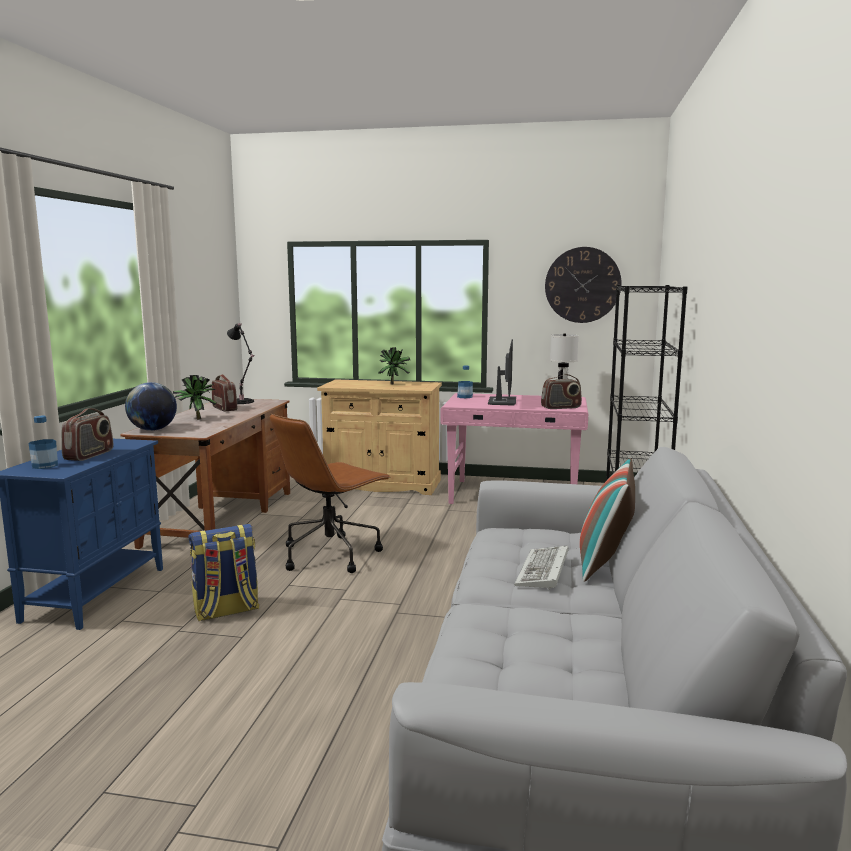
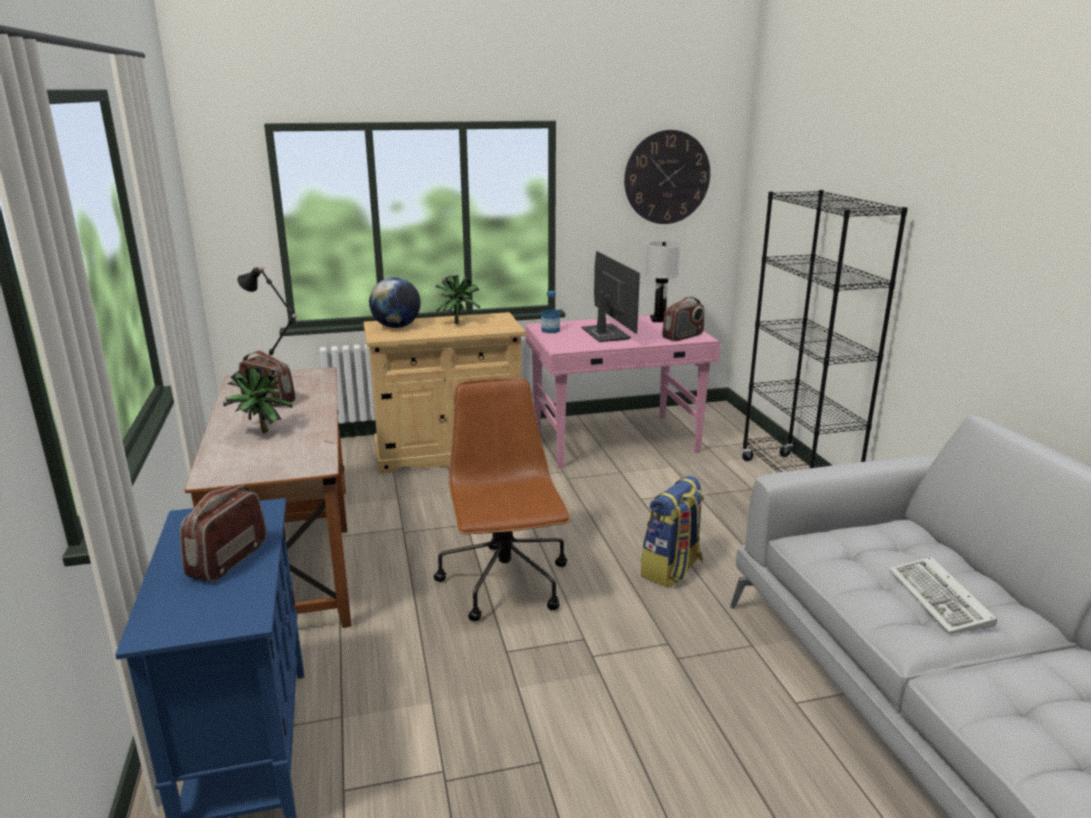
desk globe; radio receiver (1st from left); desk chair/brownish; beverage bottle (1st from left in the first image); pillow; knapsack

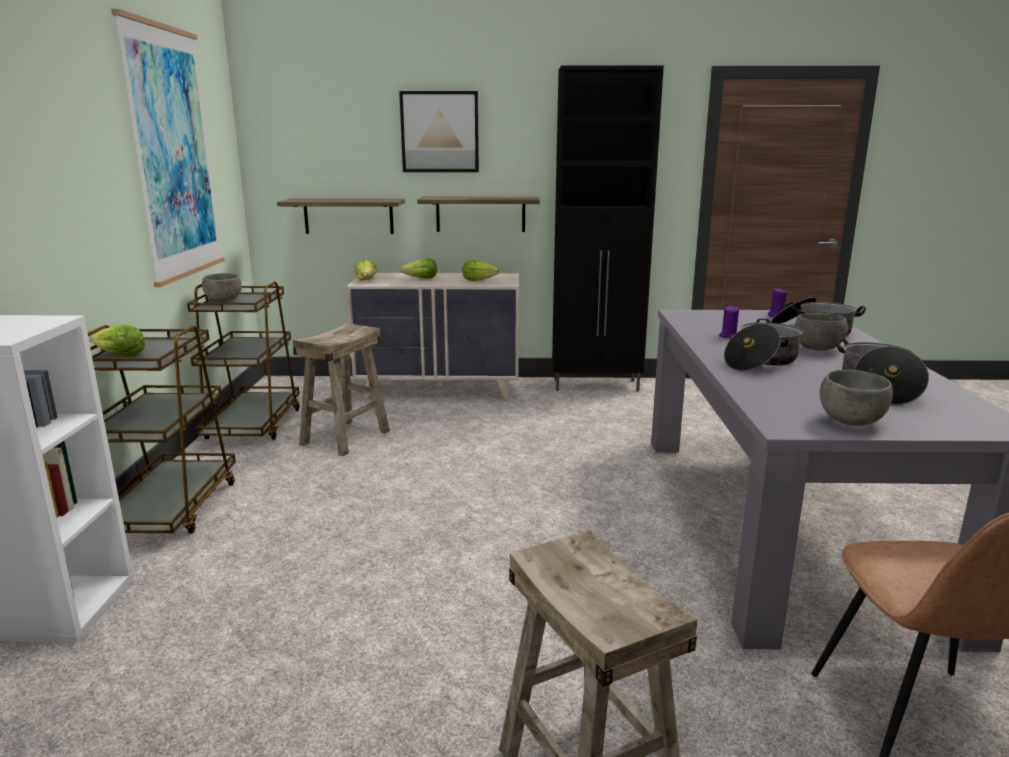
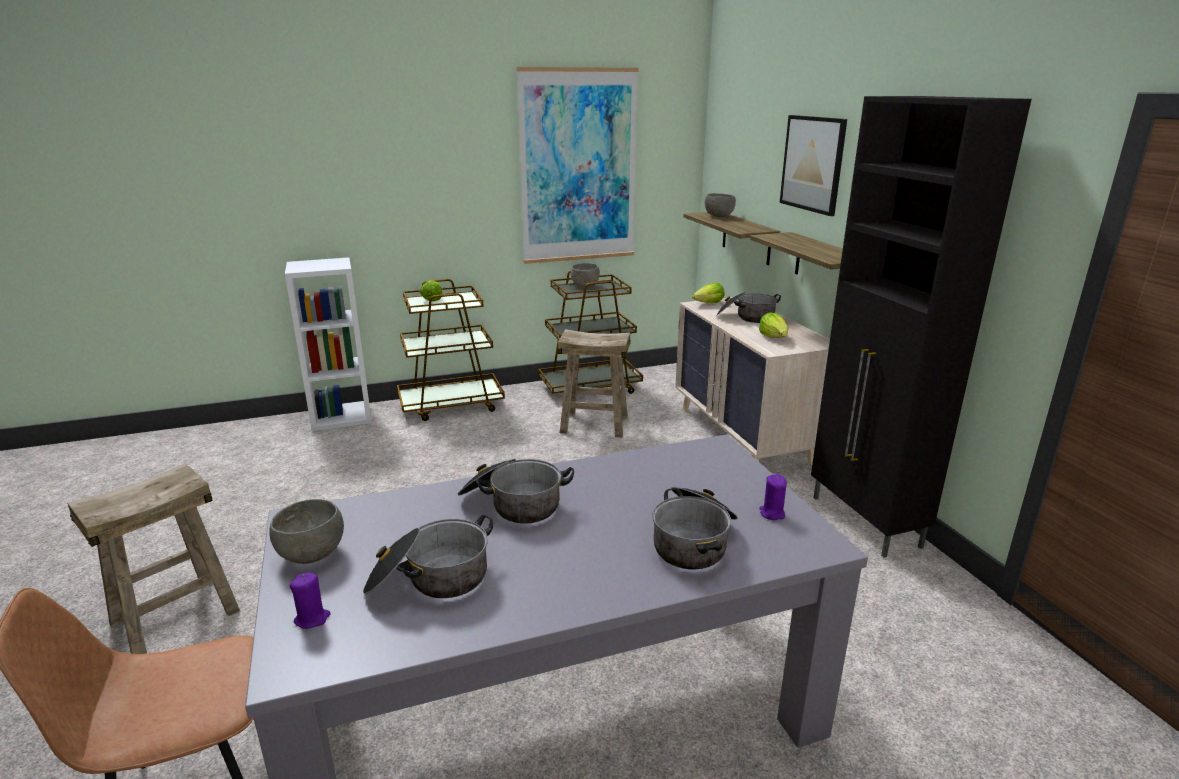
cooking pot (4th from left); wax light/purple-coloured (1st from left); serving bowl/gray (3rd from left)

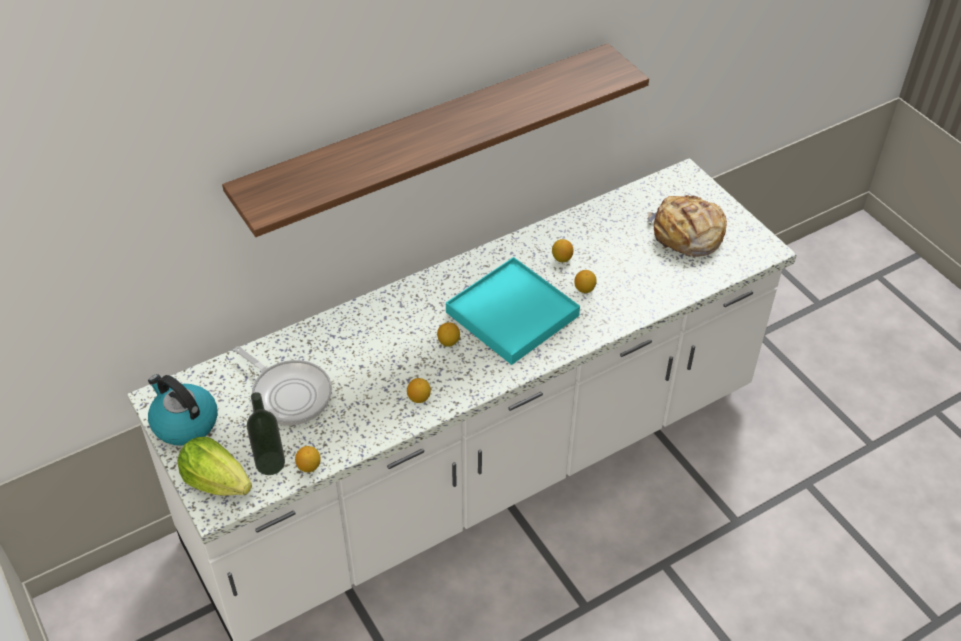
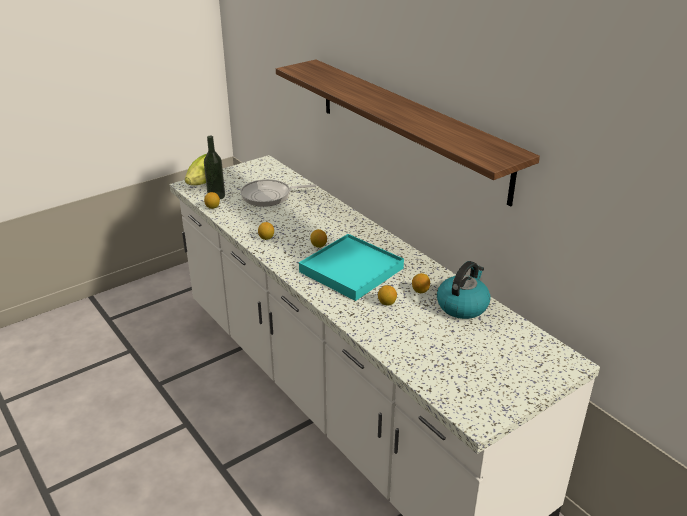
bakery bread; pan; tea kettle

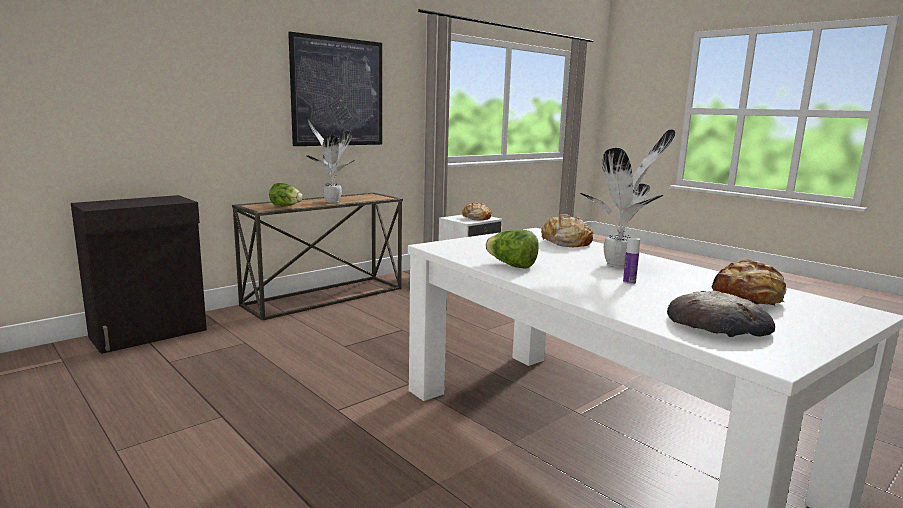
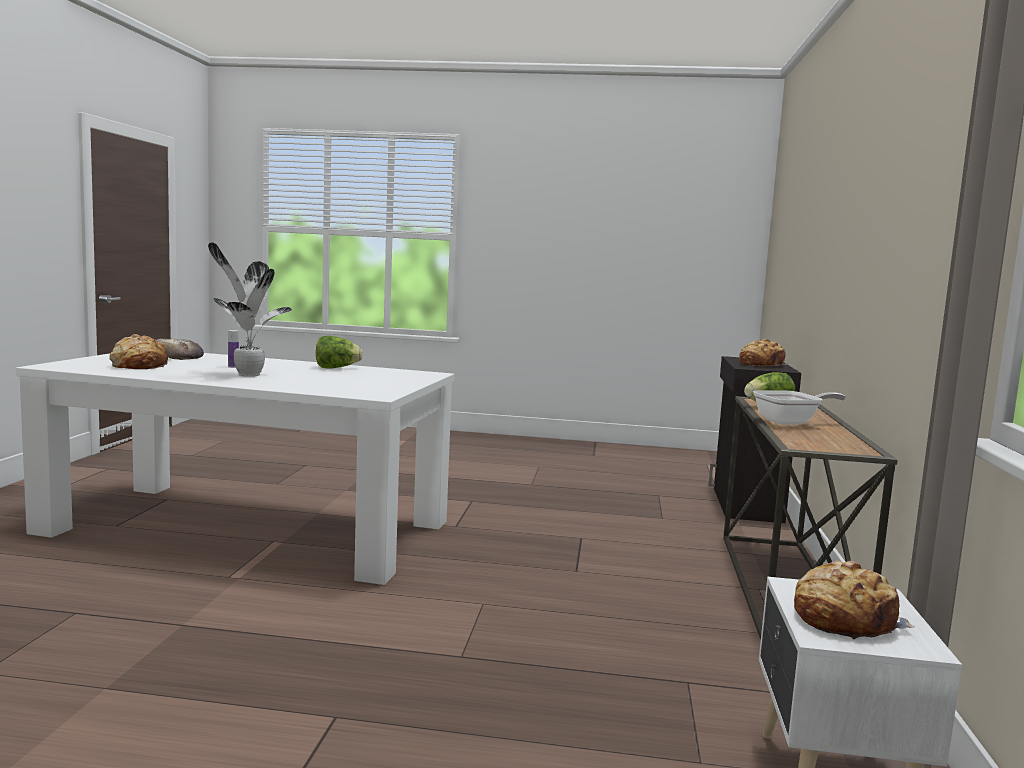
wall picture; pan; bakery bread (3rd from left)

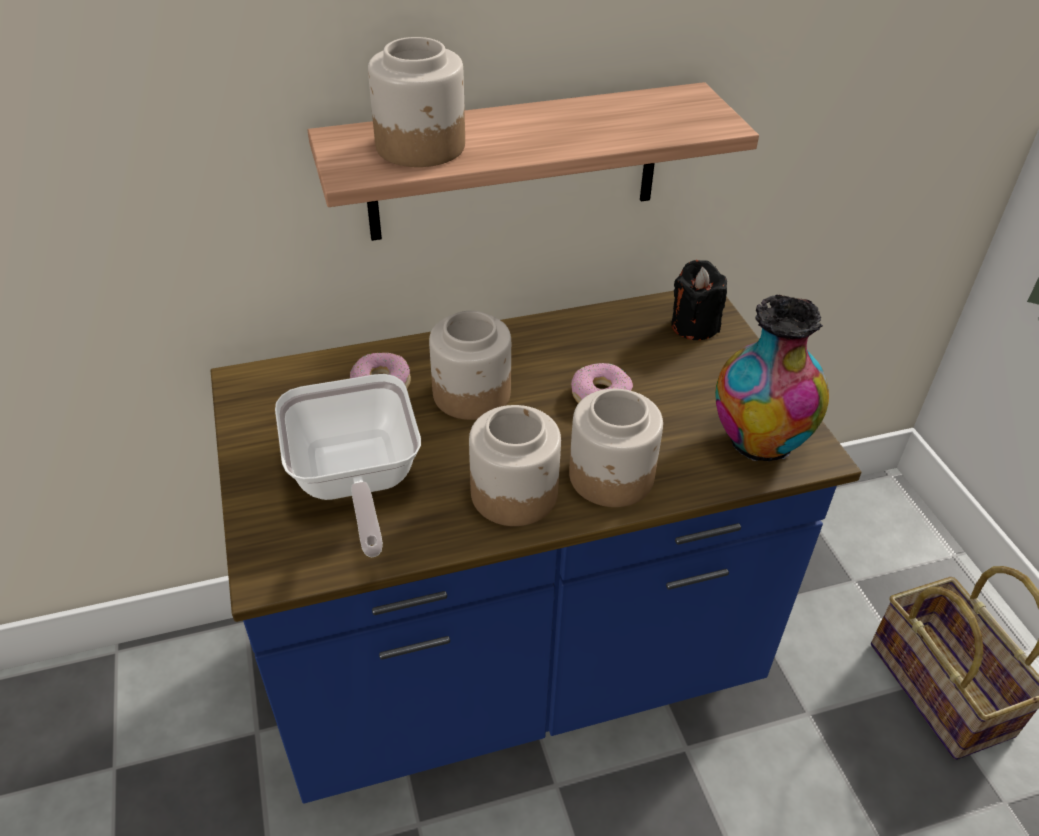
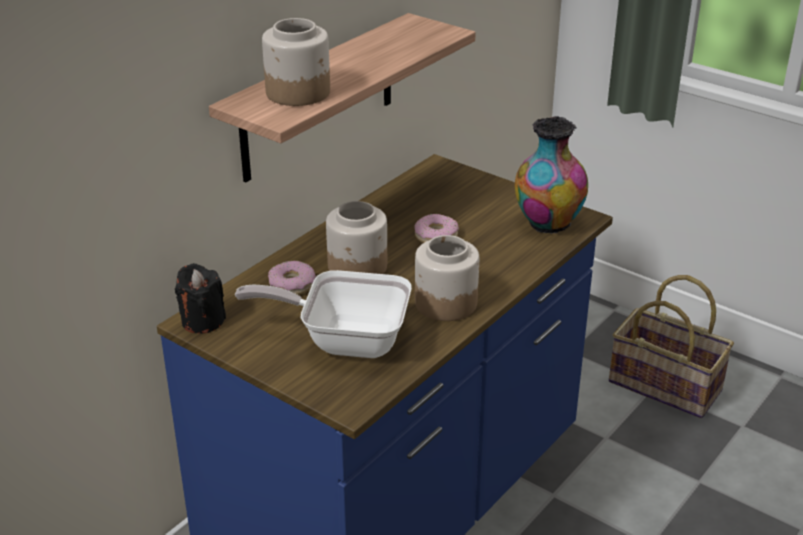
wax light/black; pan; storage jar (4th from left in the first image)

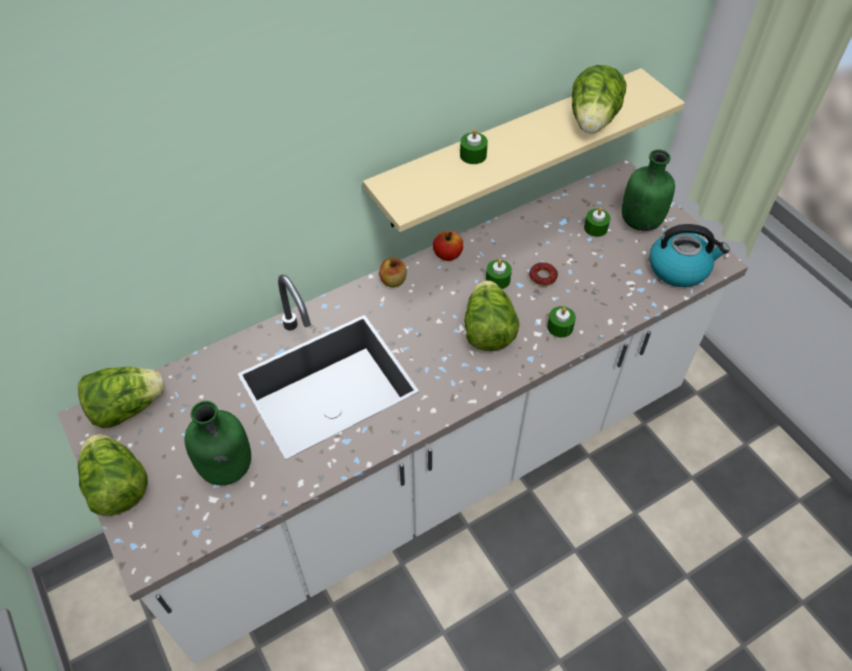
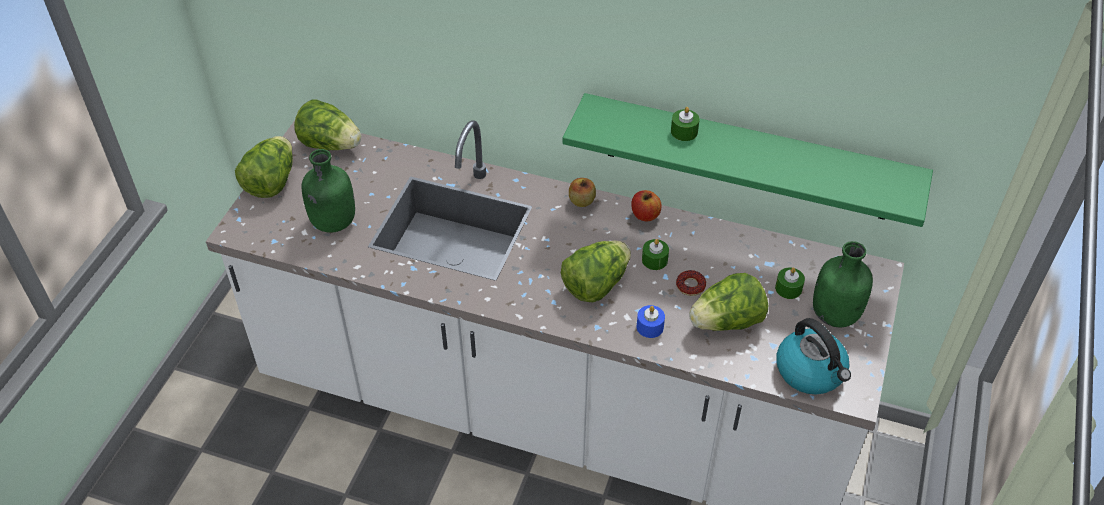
head of lettuce (4th from left); shelf/greenish; wax light/blue-coloured

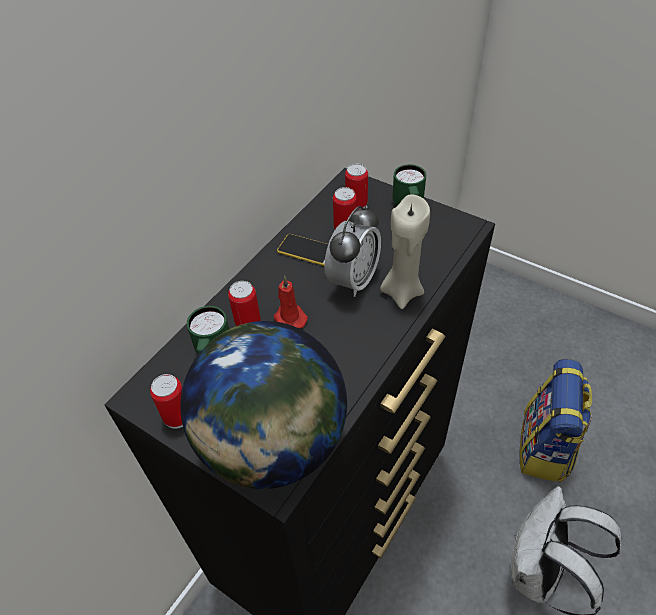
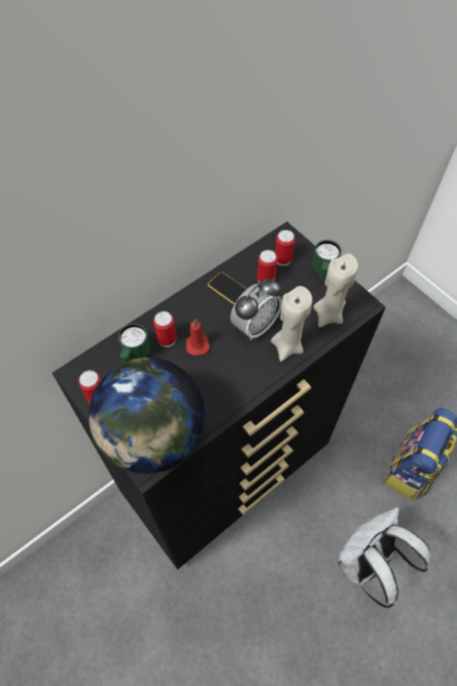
wax light/beige (2nd from left)

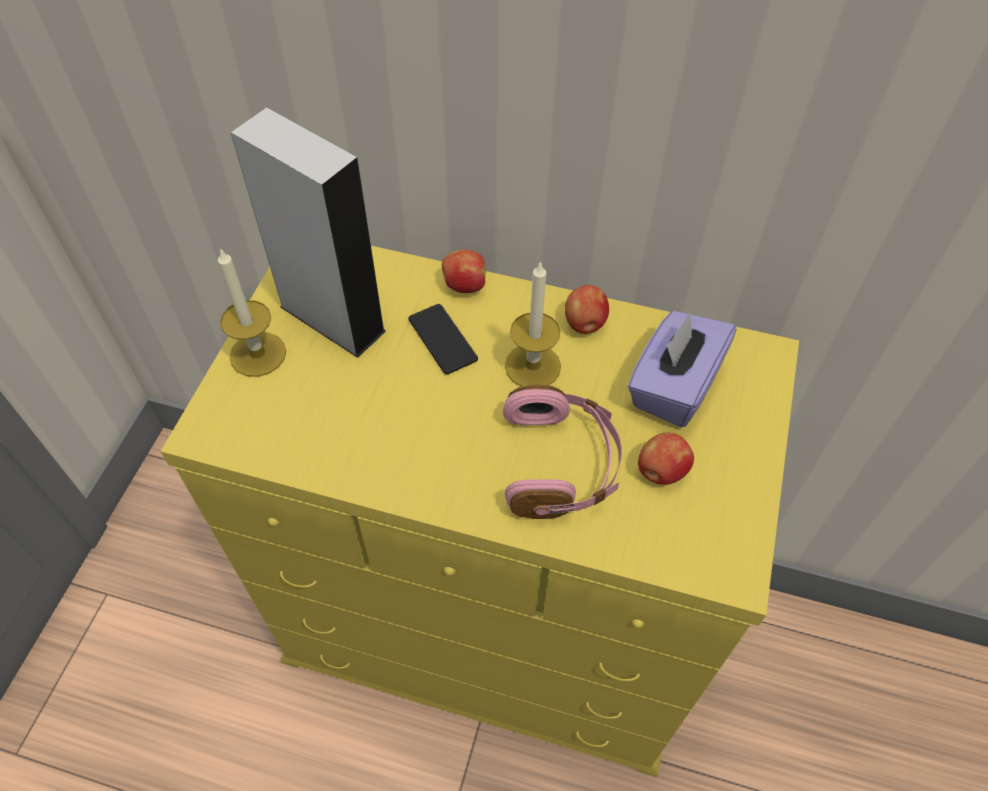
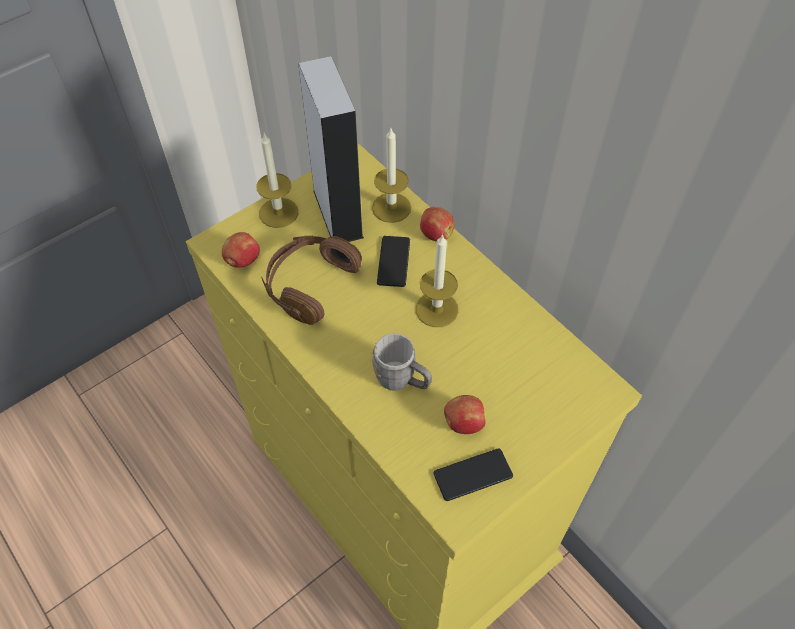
whole apple (1st from left); tissue holder/purple-coloured; mug/gray; wax light (2nd from left); pair of headphones/brownish; phone (2nd from left)

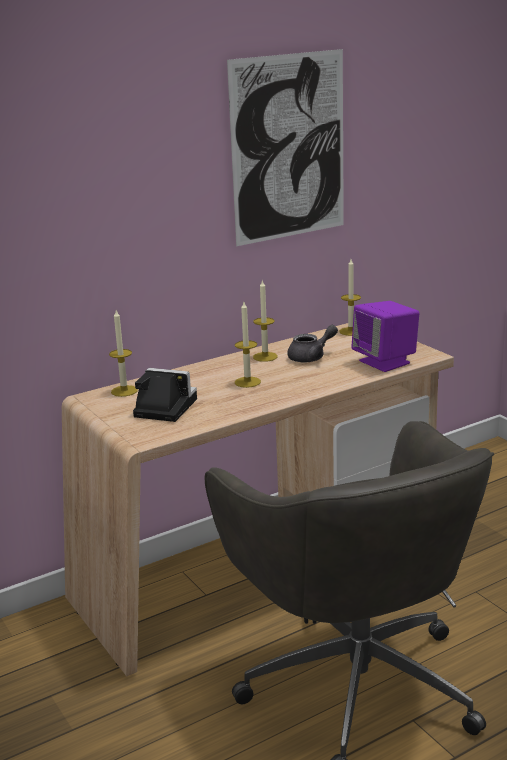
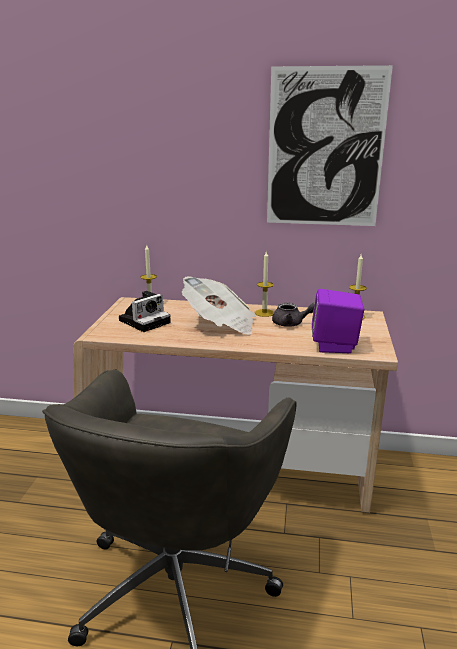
daily paper; still camera

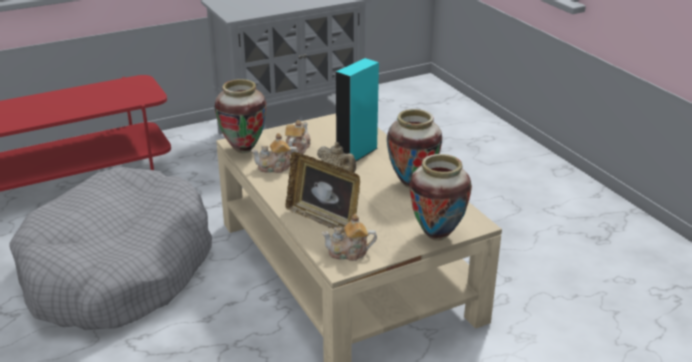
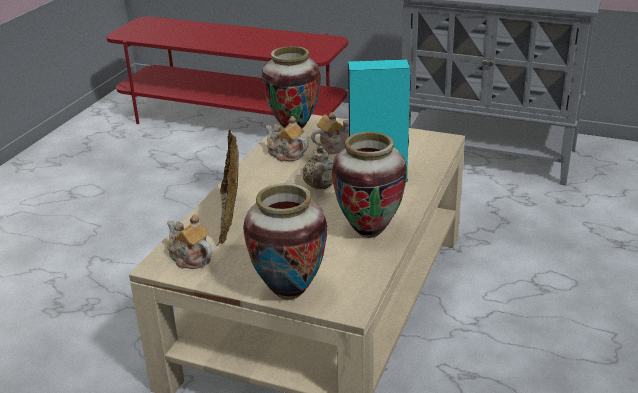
dog cushion/gray

